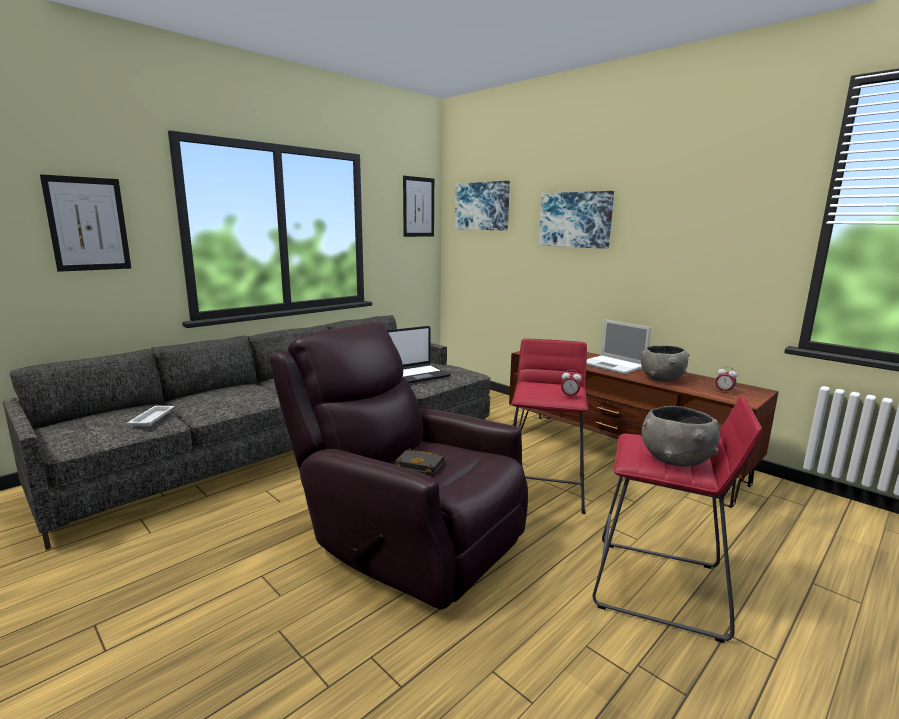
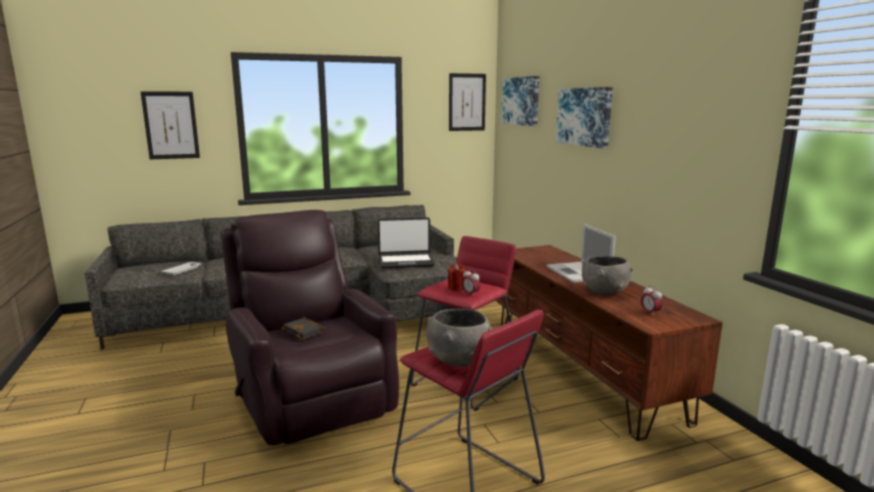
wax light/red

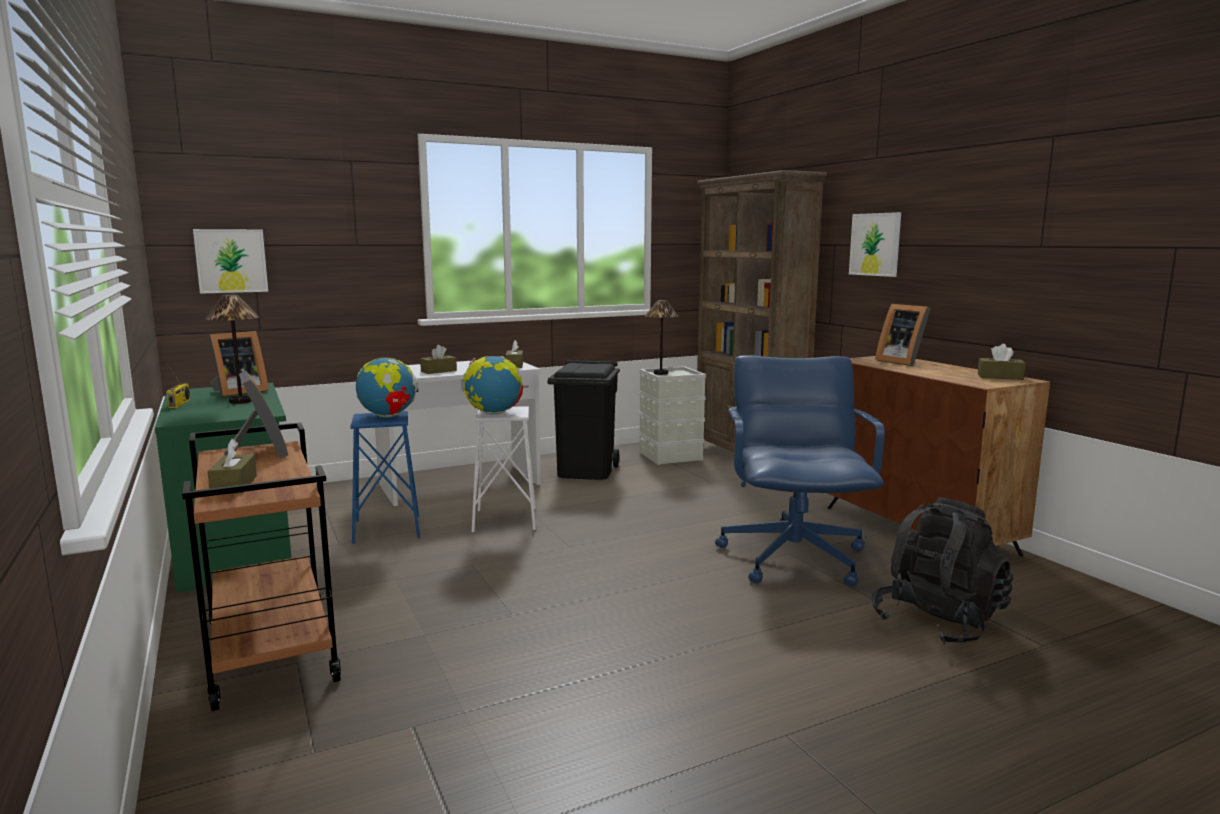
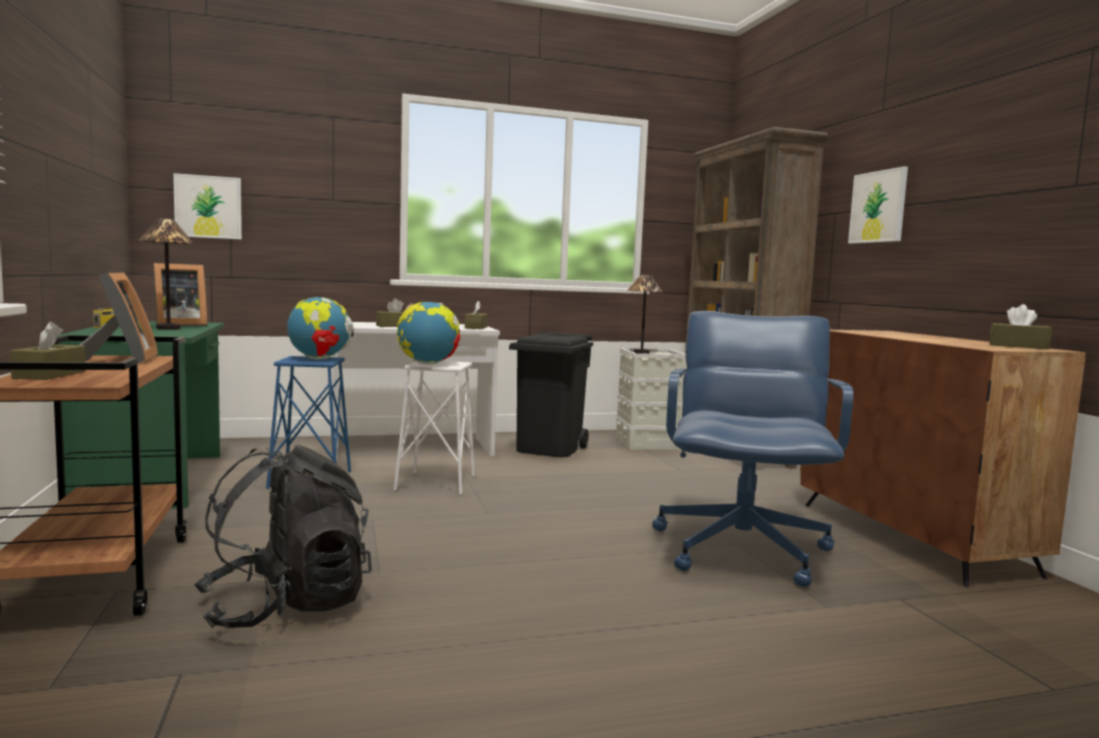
picture frame (3rd from left in the first image); knapsack/black

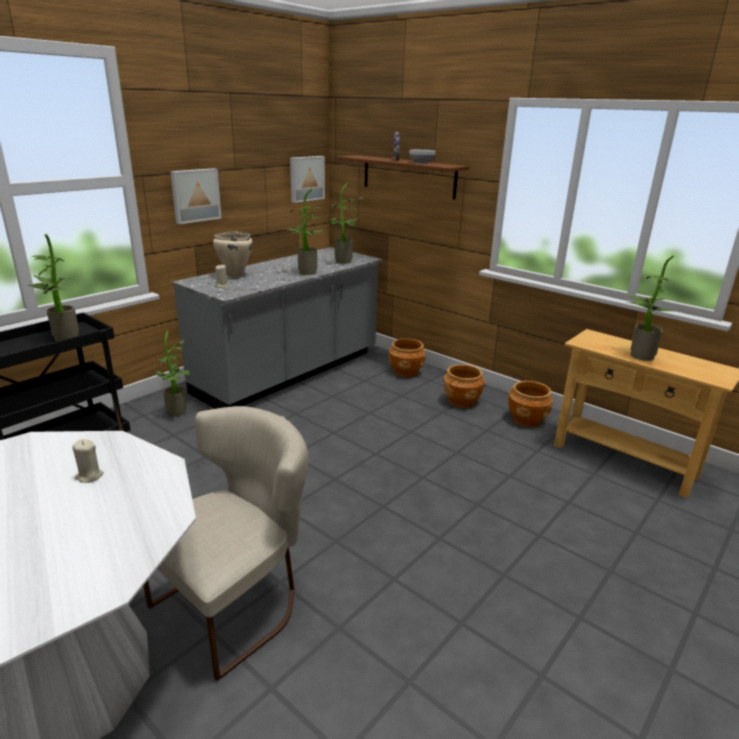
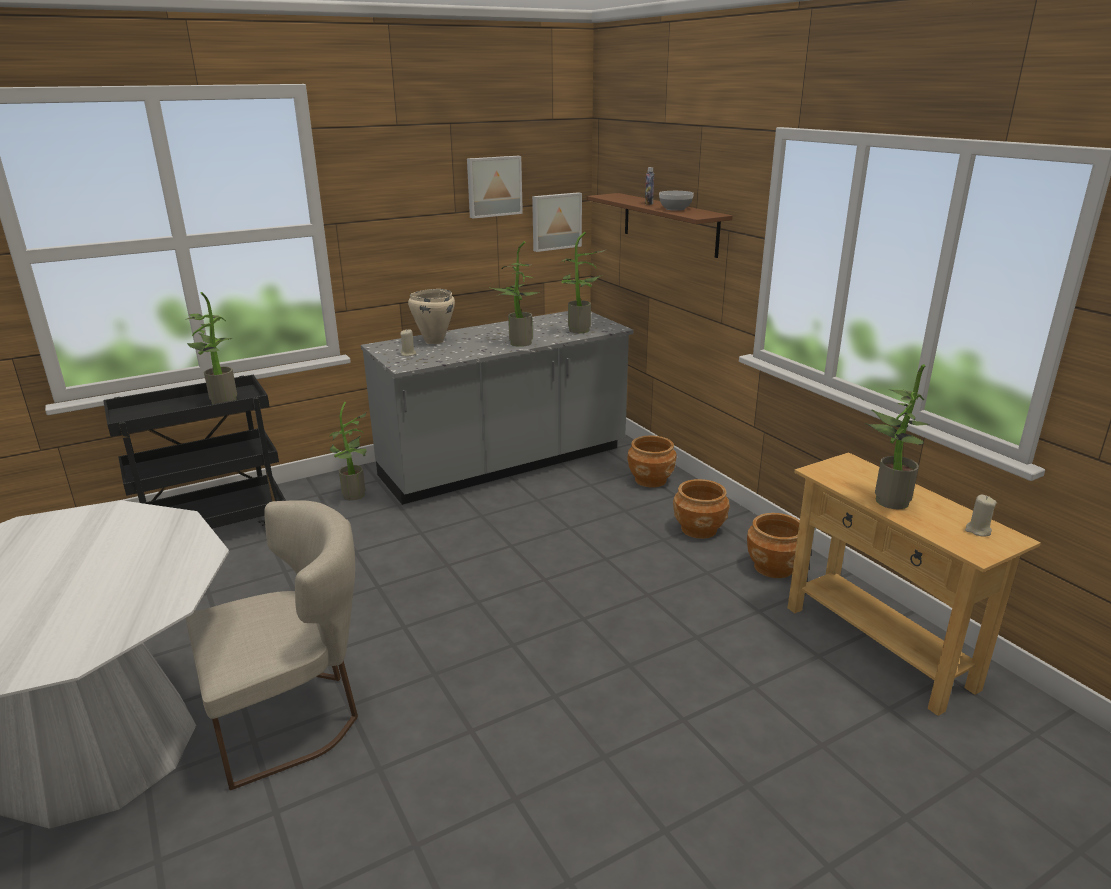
wall picture (1st from left); wax light/beige (2nd from left)

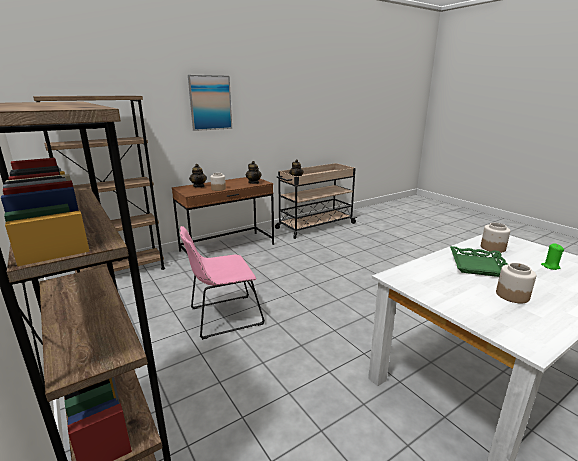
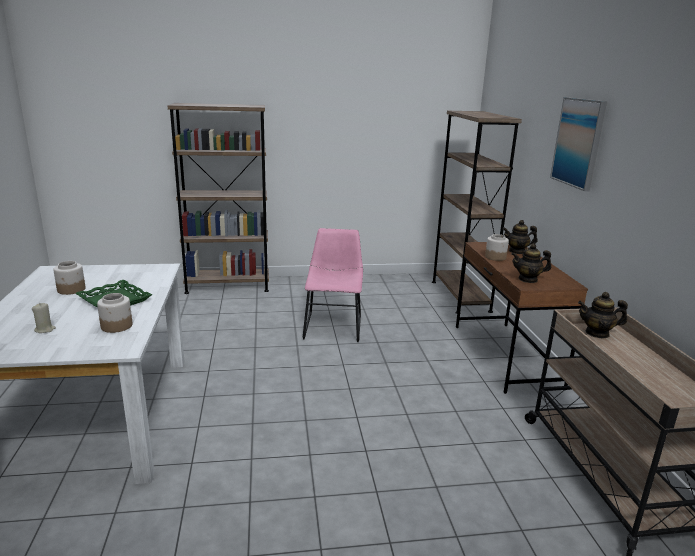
wax light/beige

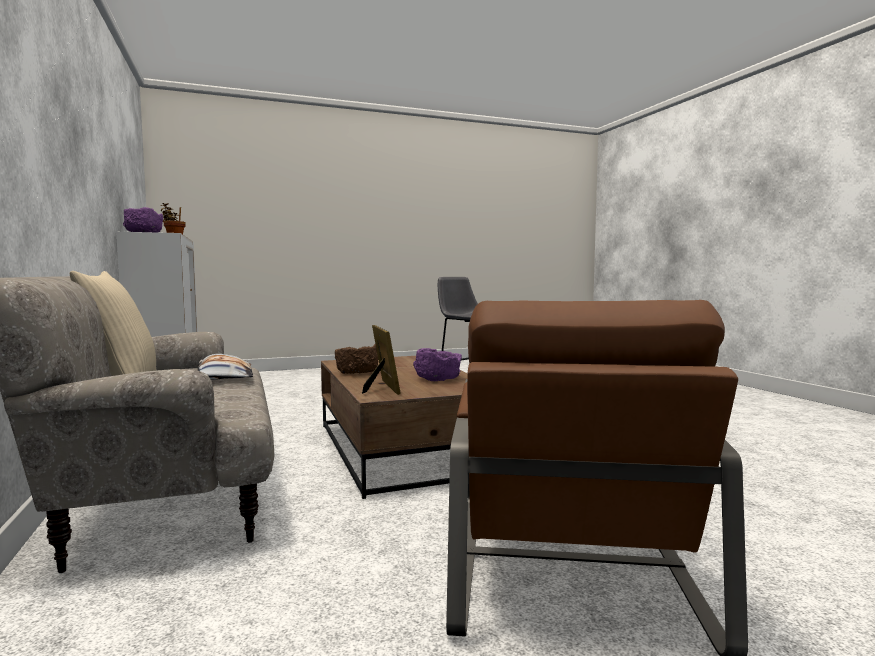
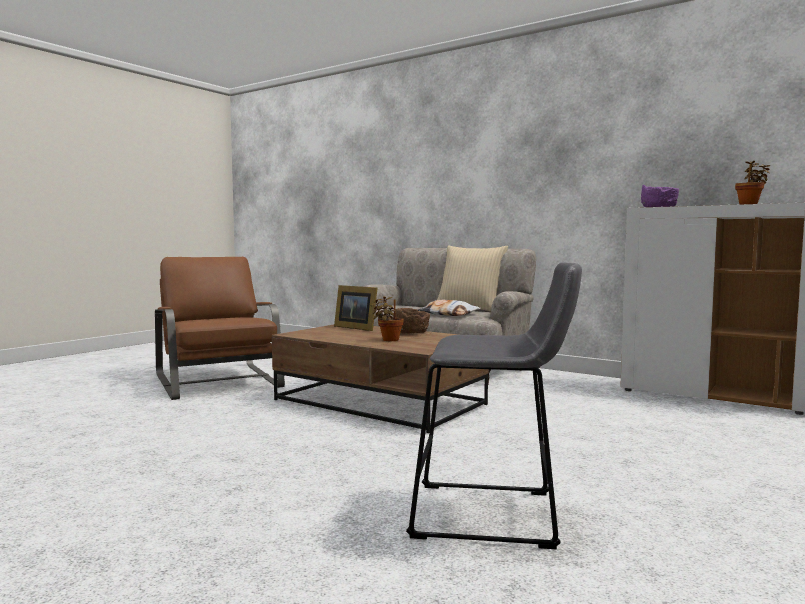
serving bowl/purple-coloured (2nd from left in the first image); houseplant (1st from left)

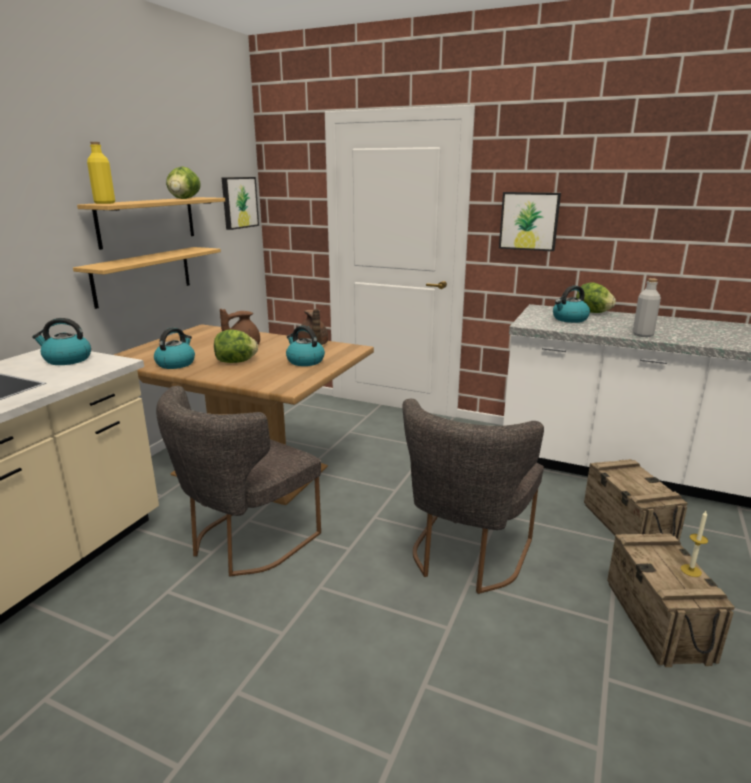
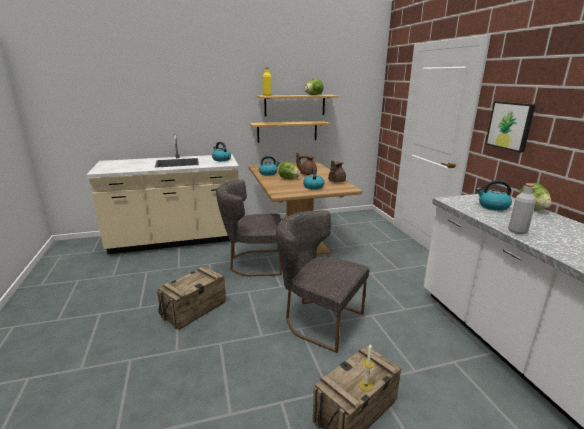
wall picture (1st from left in the first image); plain chair/gray (2nd from left); packing crate (1st from left)

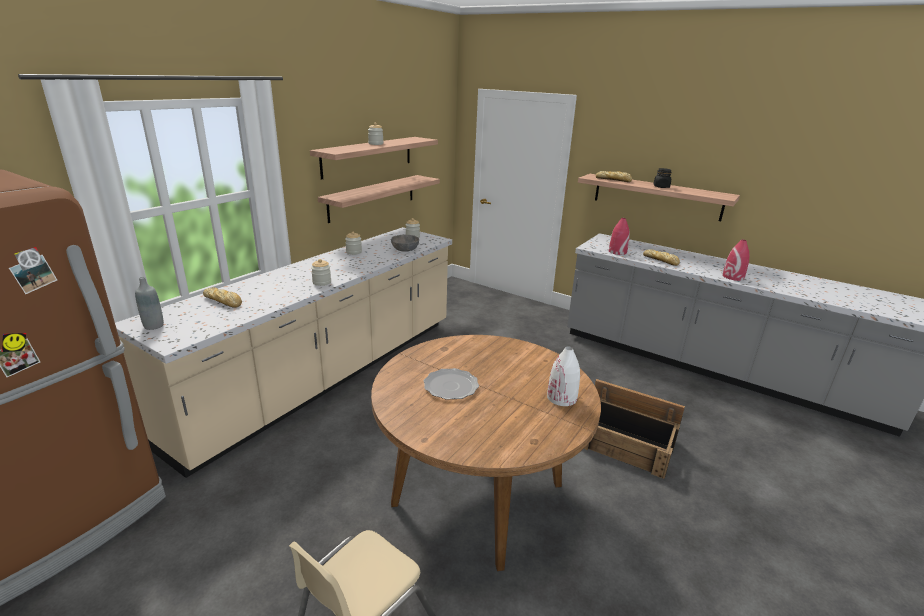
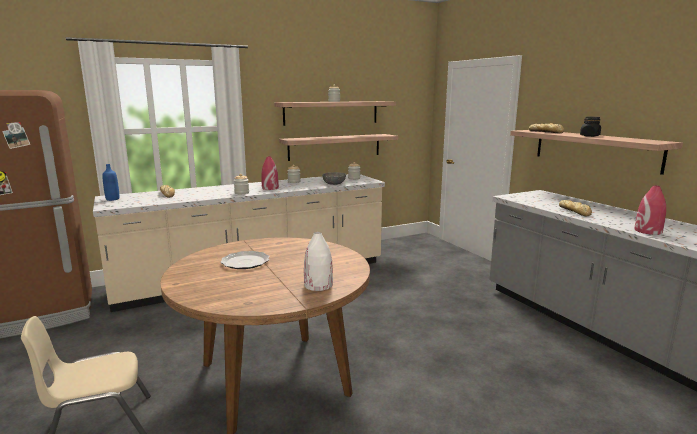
vase/red (1st from left); beverage bottle/blue-coloured; packing crate

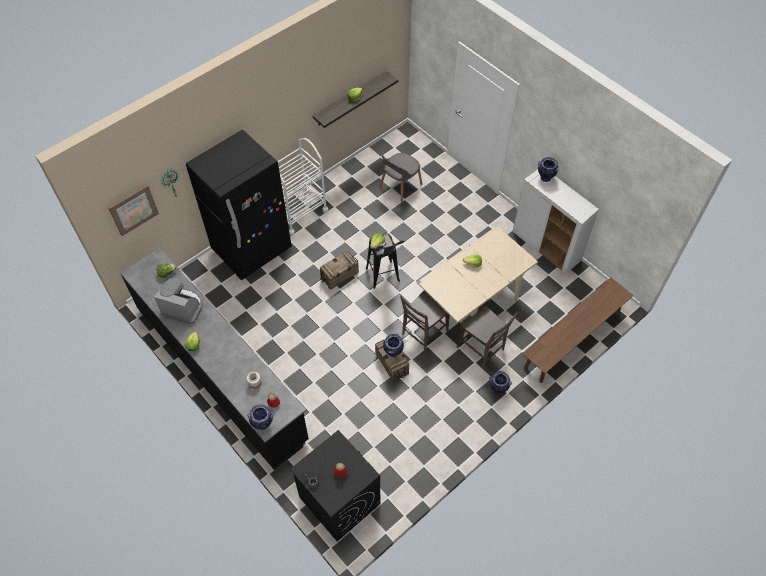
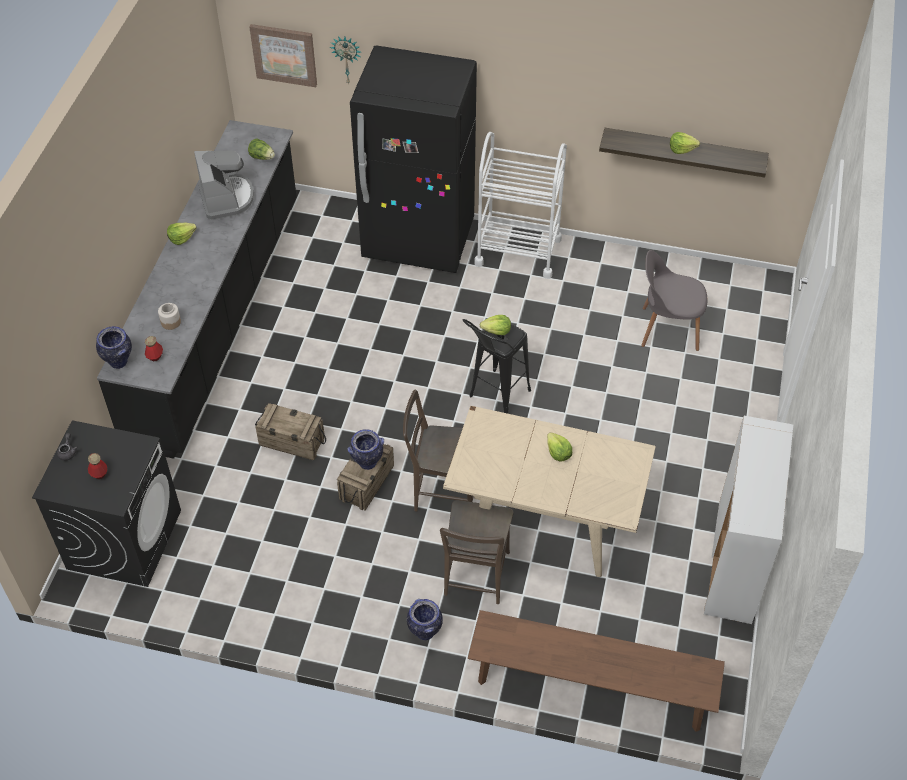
vase (4th from left in the first image); packing crate (1st from left)

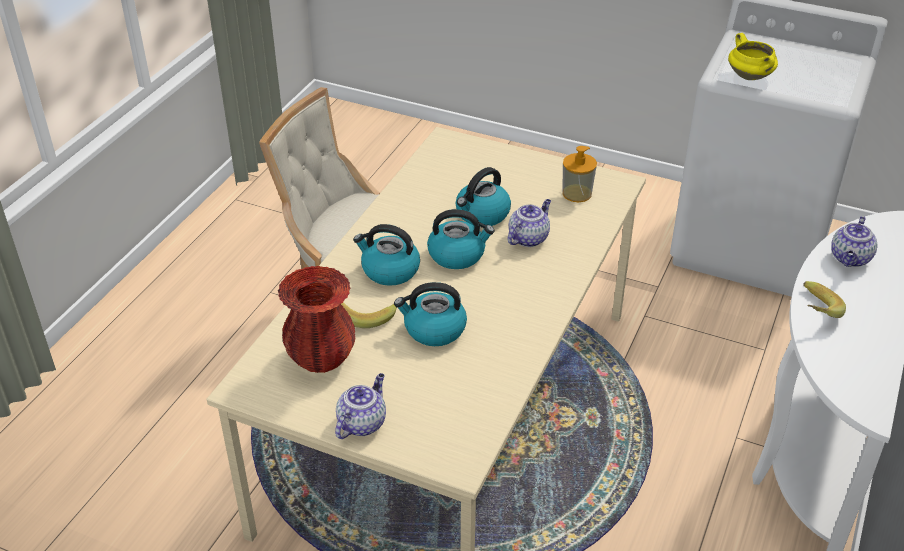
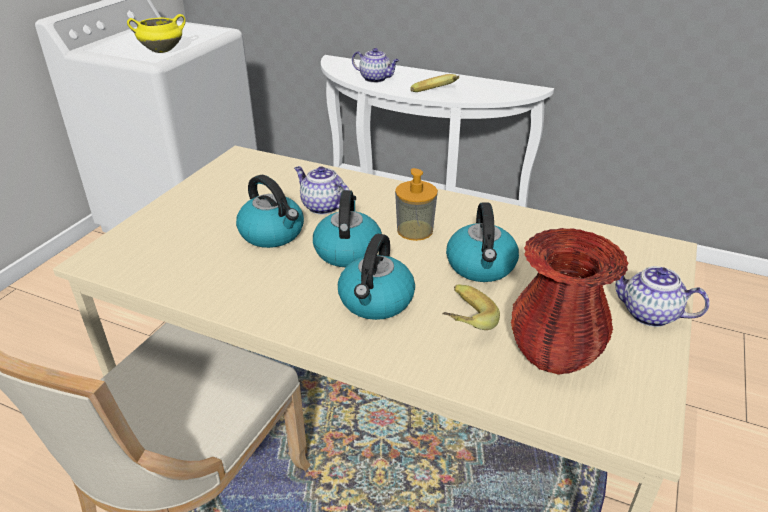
soap dispenser

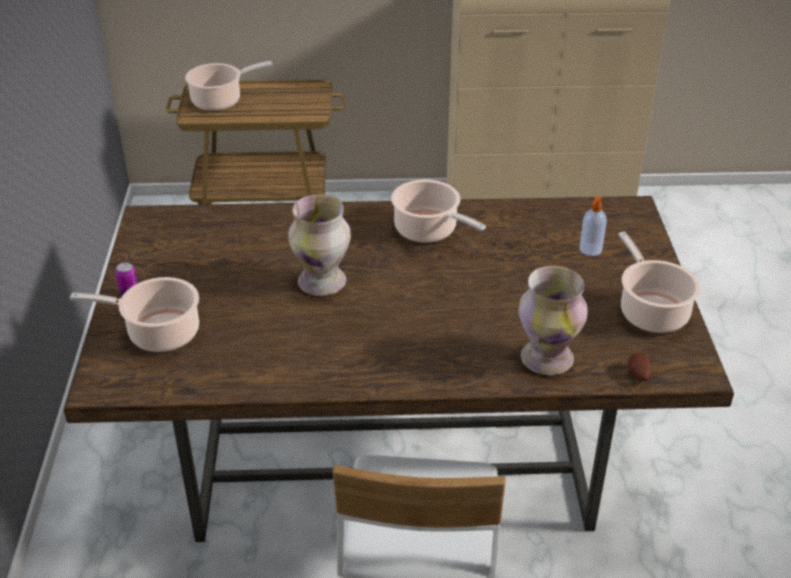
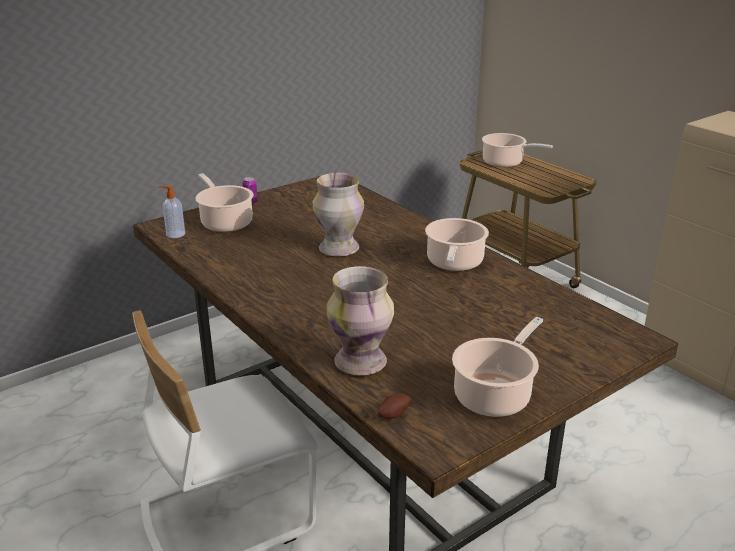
soap dispenser

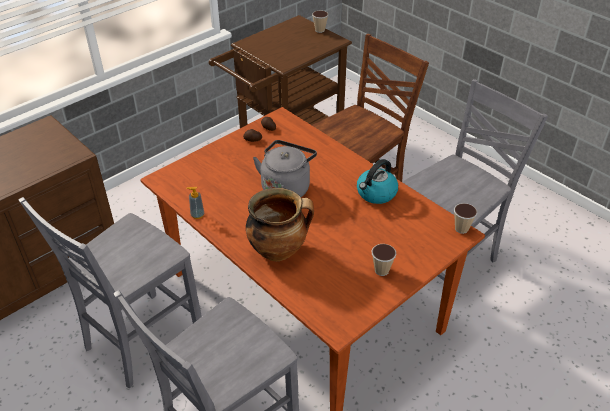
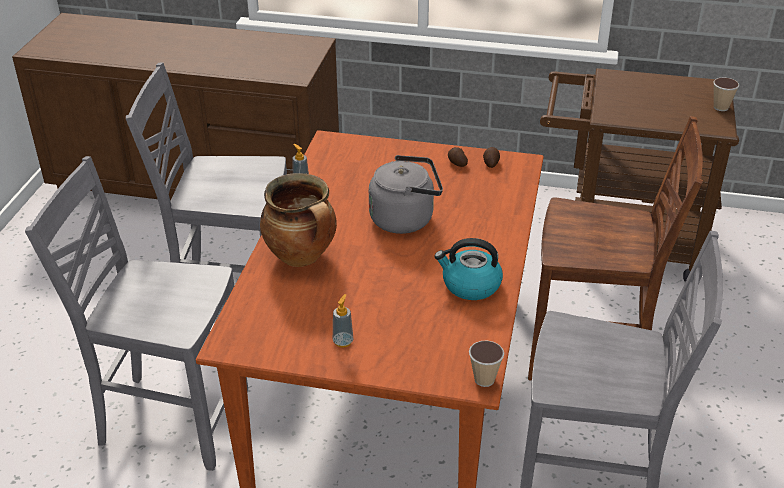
soap dispenser (2nd from left)

